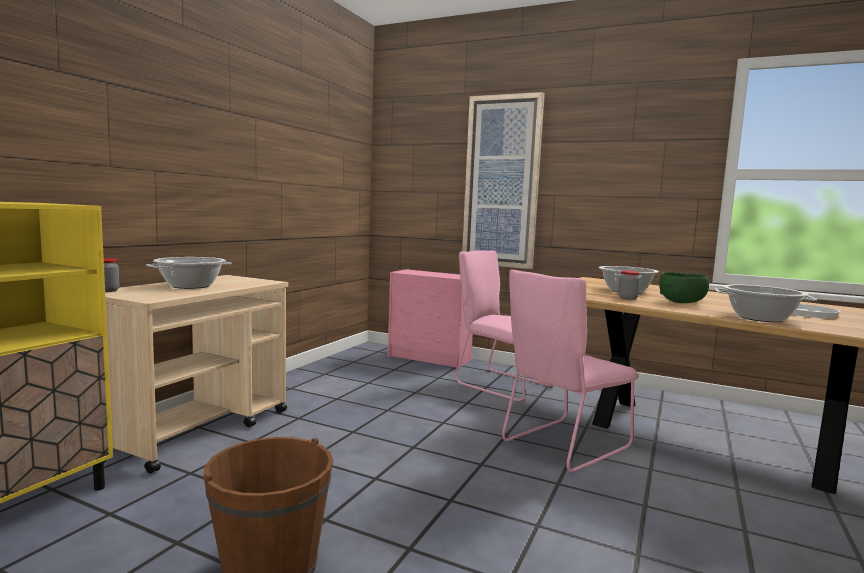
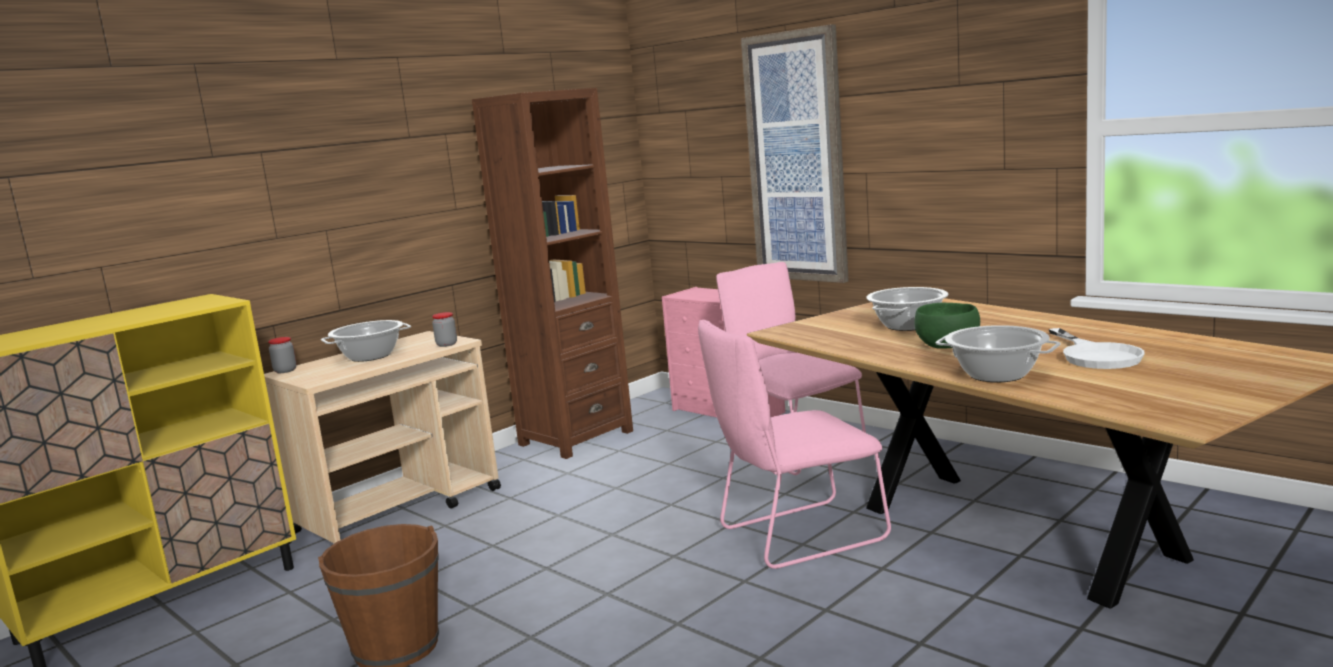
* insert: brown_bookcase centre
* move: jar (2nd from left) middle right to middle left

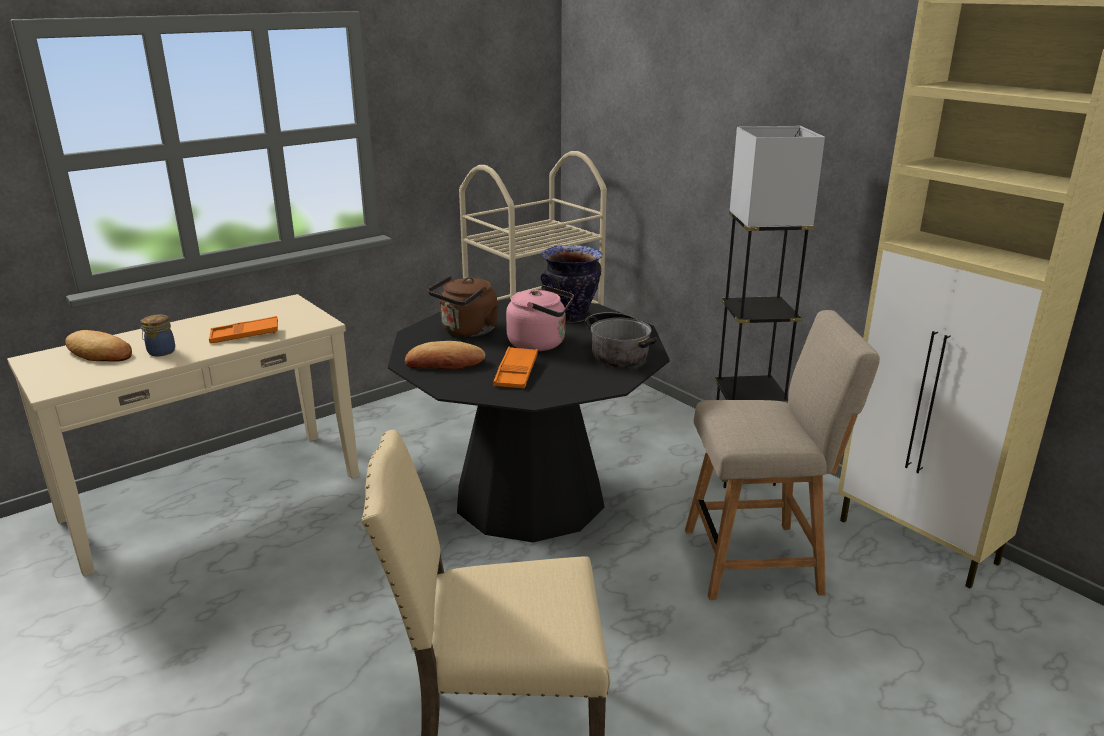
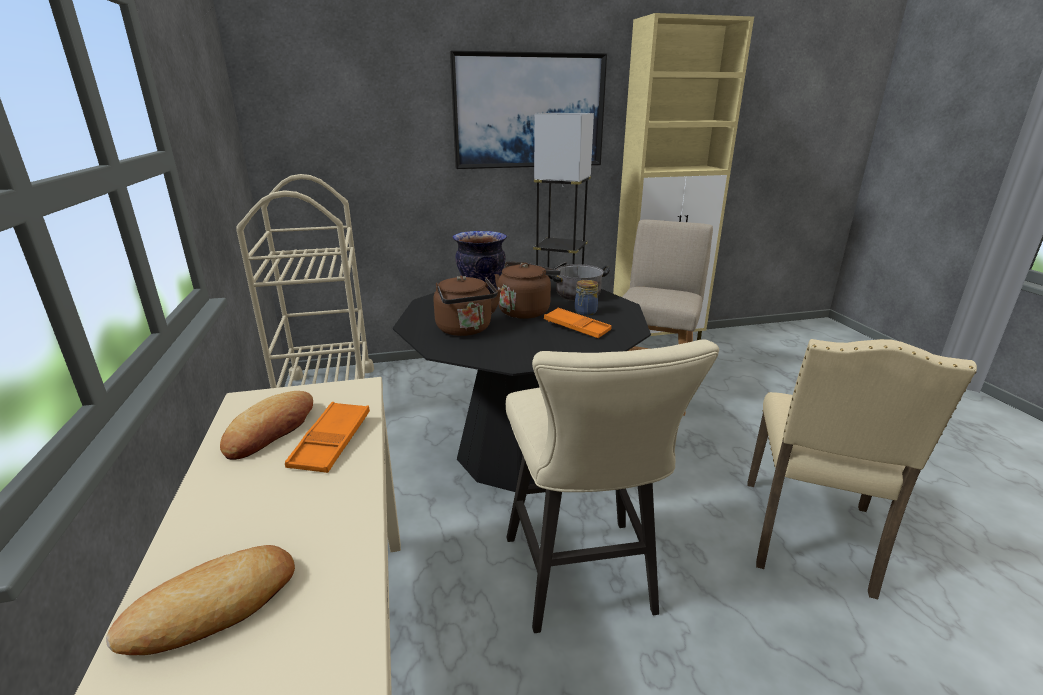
* insert: picture top centre
* insert: beige_stool bottom centre
* move: jar middle left to centre
* move: bread (2nd from left) centre to middle left
* recolor: pink_kettle centre to brown_kettle (2nd from left) centre

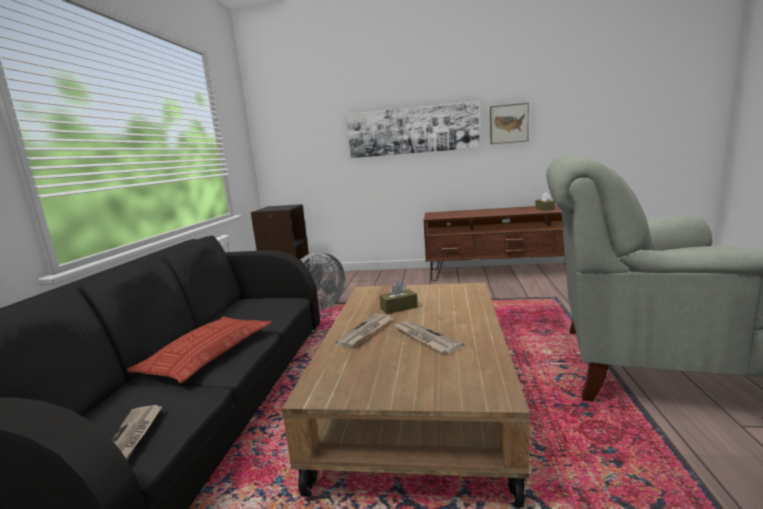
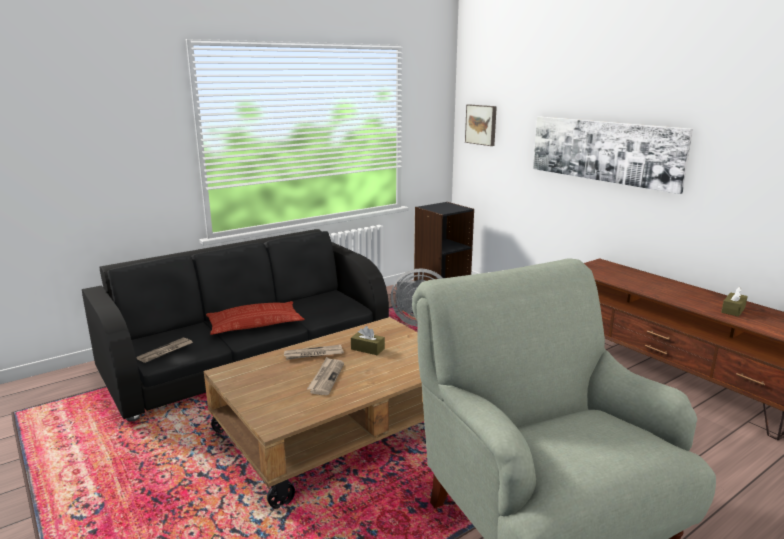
* move: picture (2nd from left in the first image) top right to picture (1st from left) top centre

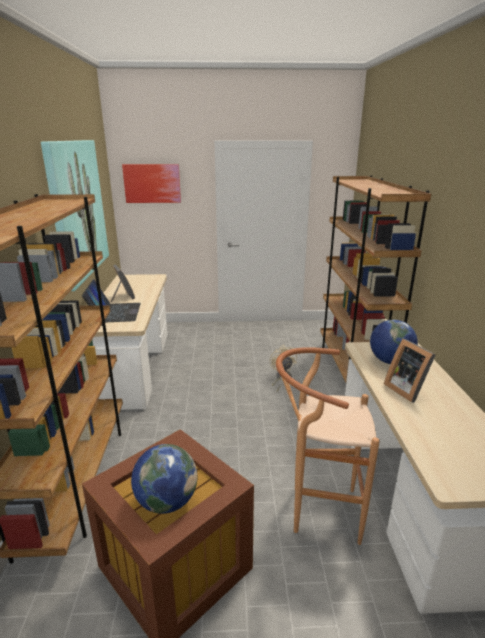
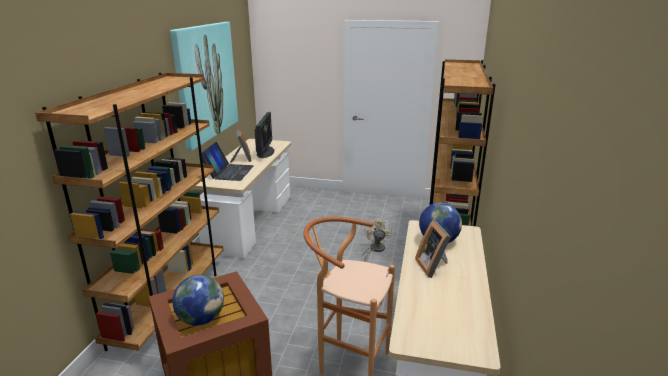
* delete: picture (2nd from left) top left
* insert: monitor centre

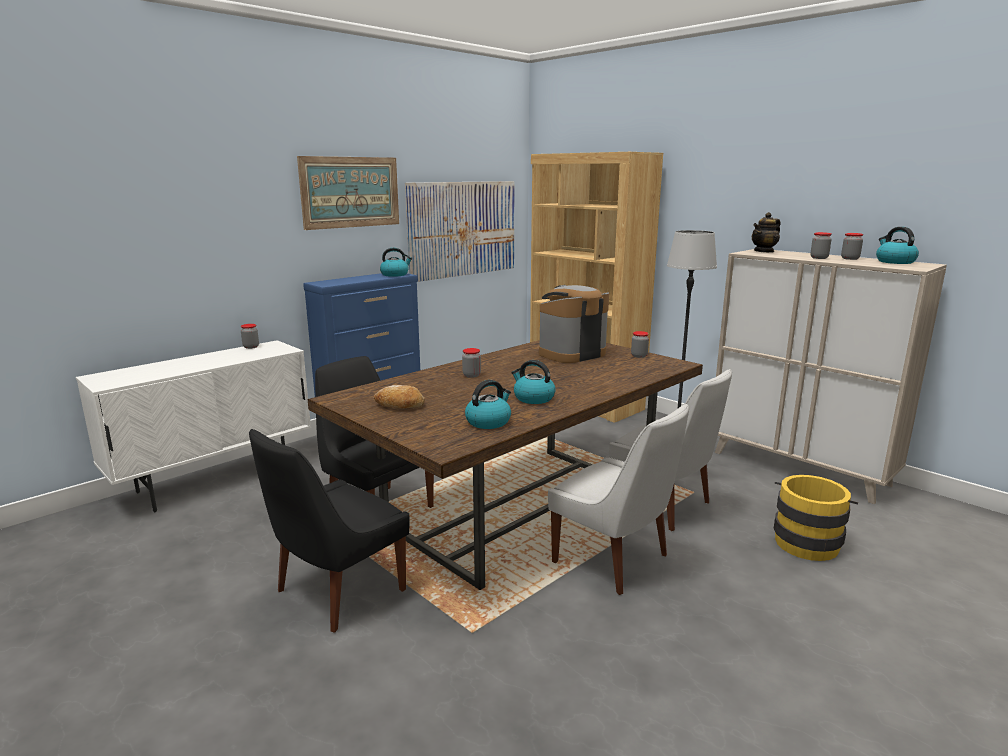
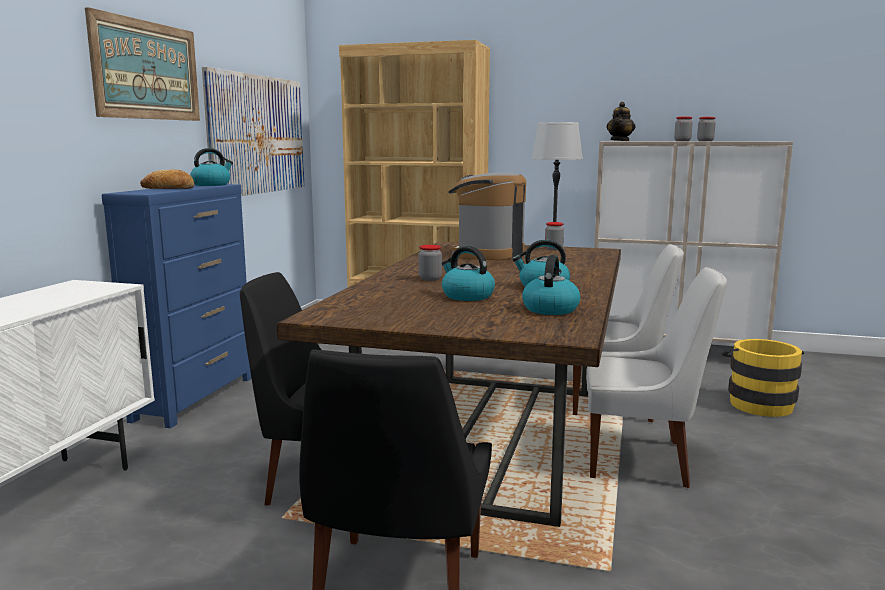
* delete: jar (1st from left) middle left
* move: bread centre to top left
* move: kettle (4th from left in the first image) top right to kettle (2nd from left) centre

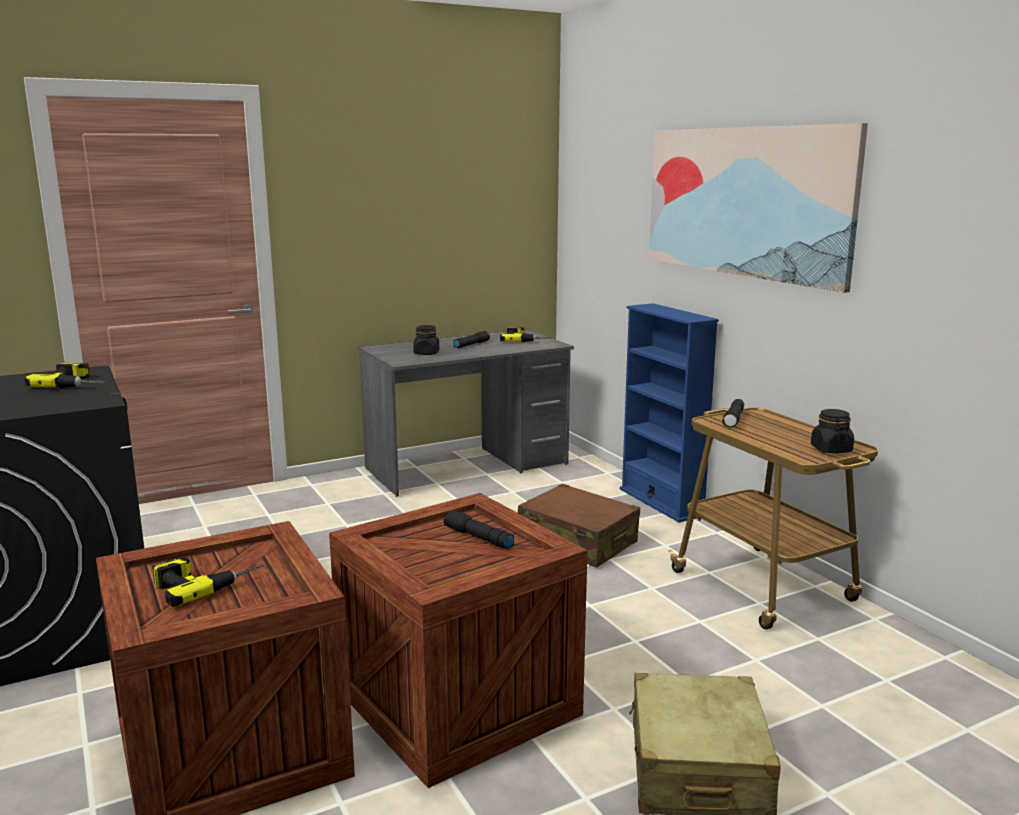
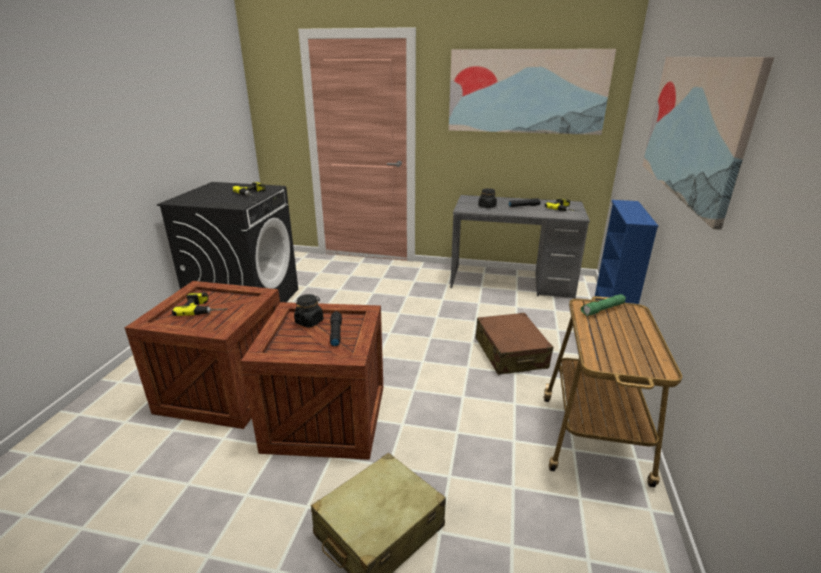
* insert: picture (1st from left) top centre
* move: black_jar (2nd from left in the first image) middle right to black_jar (1st from left) centre
* recolor: black_flashlight (3rd from left) middle right to green_flashlight middle right

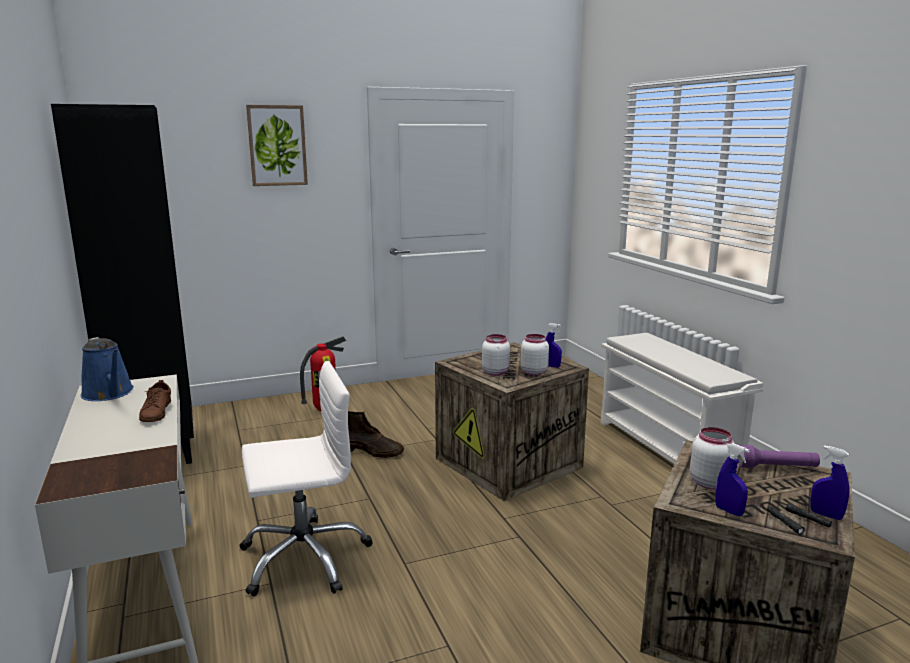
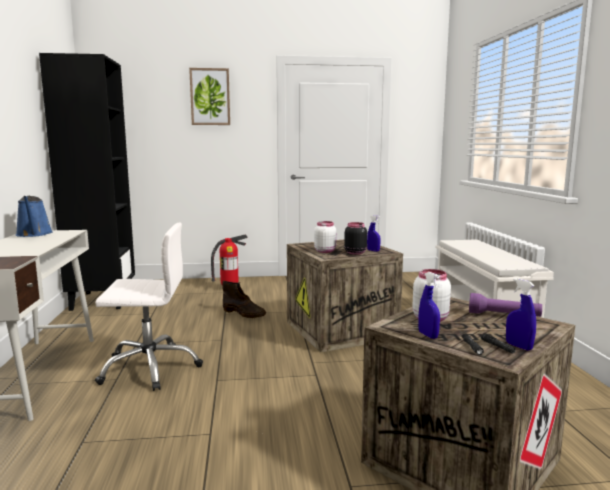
* delete: brown_shoe middle left
* recolor: white_jar (2nd from left) centre to black_jar centre

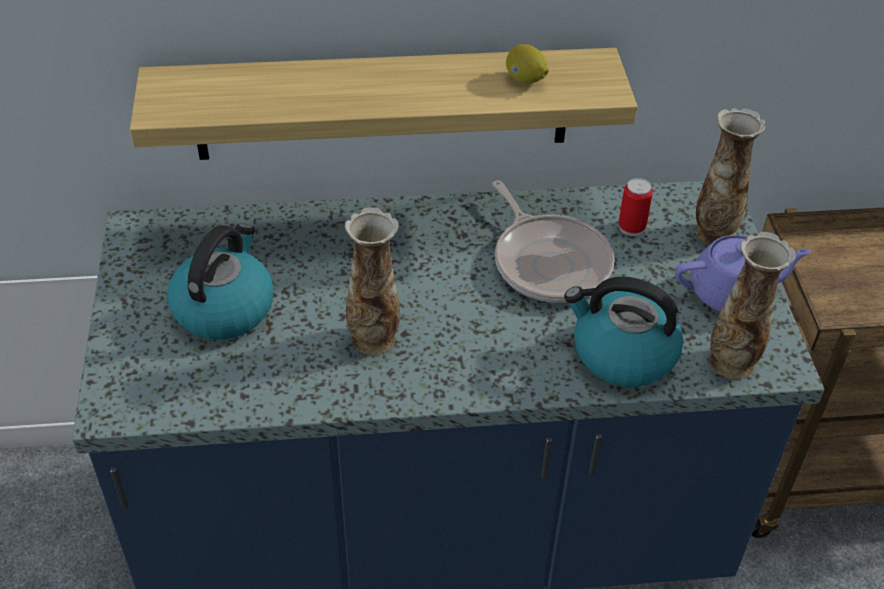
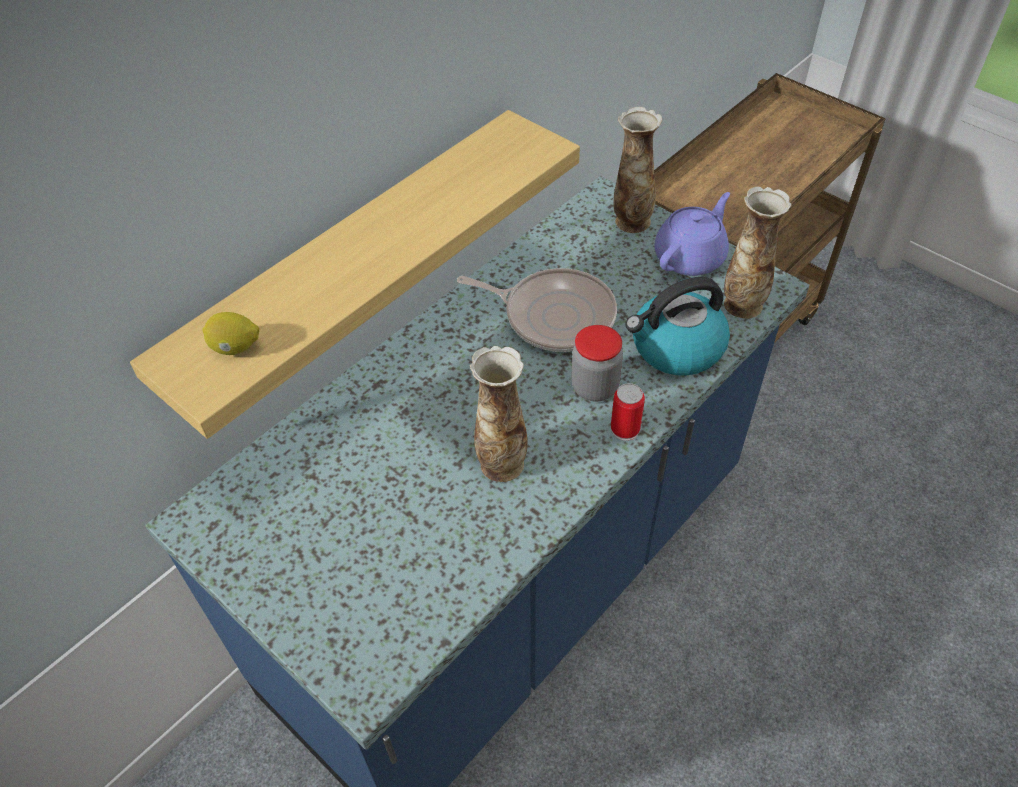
* delete: kettle (1st from left) middle left
* insert: jar centre
* move: lemon top centre to middle left
* move: can middle right to centre

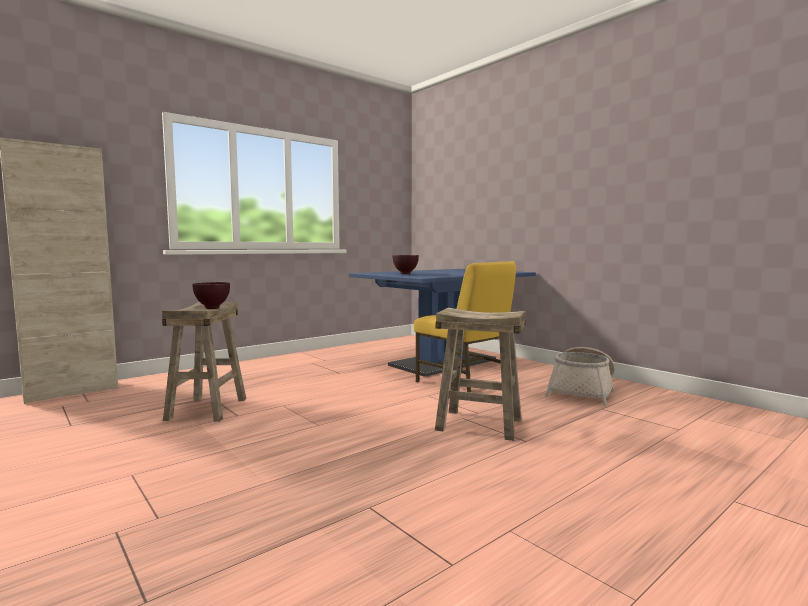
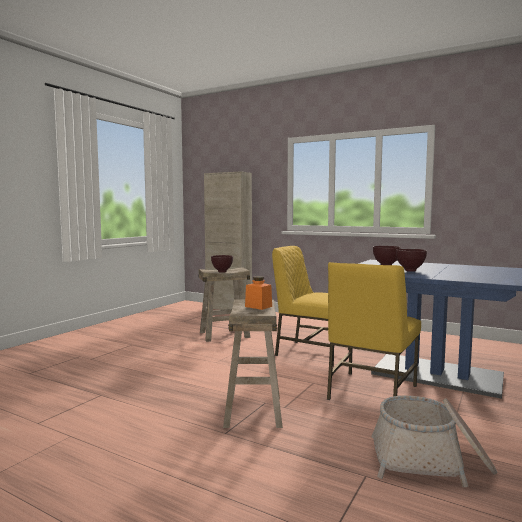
* insert: orange_jar centre
* insert: yellow_chair (1st from left) centre
* insert: brown_bowl (3rd from left) middle right

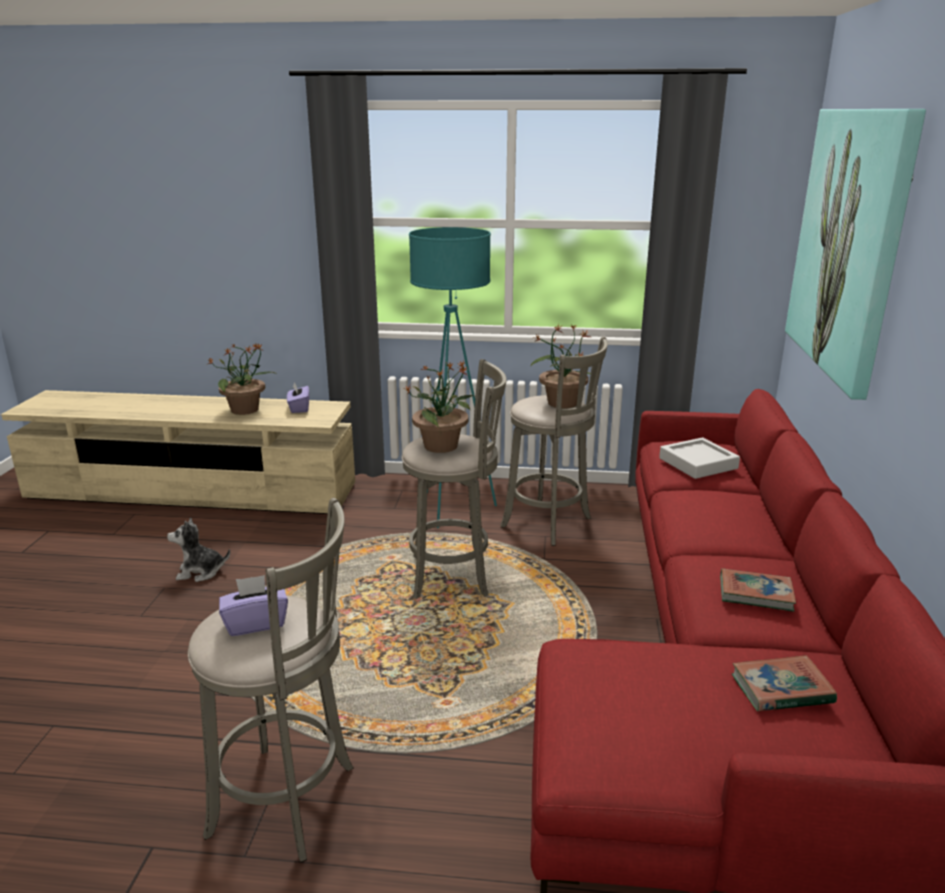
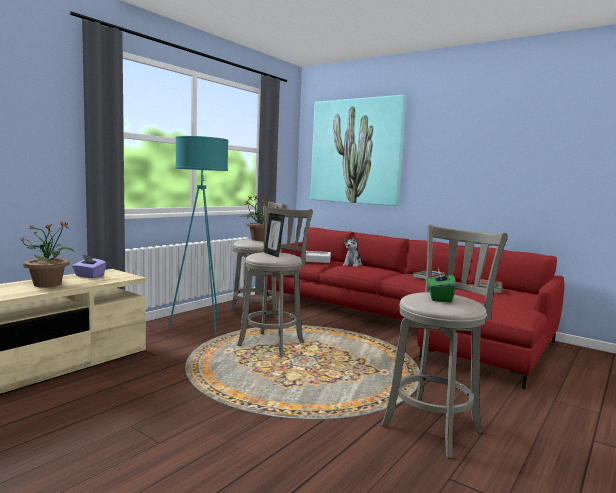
* move: plush_toy middle left to centre
* replace: potted_plant (2nd from left) centre to picture_frame centre
* recolor: purple_tissue_box (1st from left) bottom left to green_tissue_box middle right

